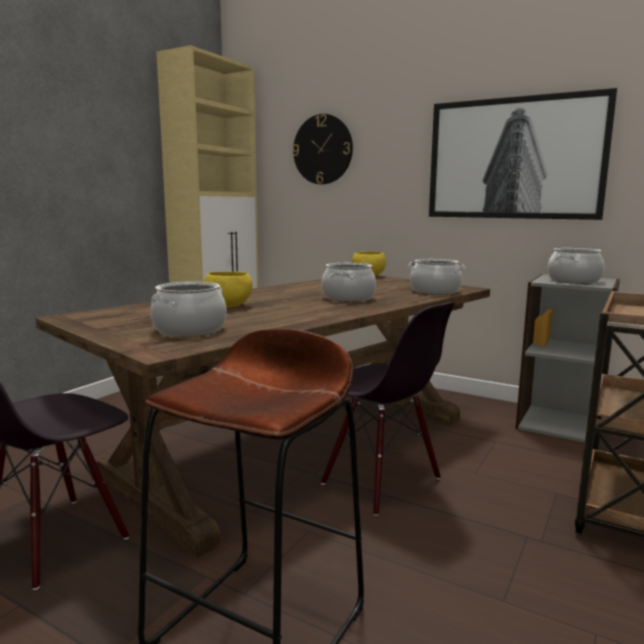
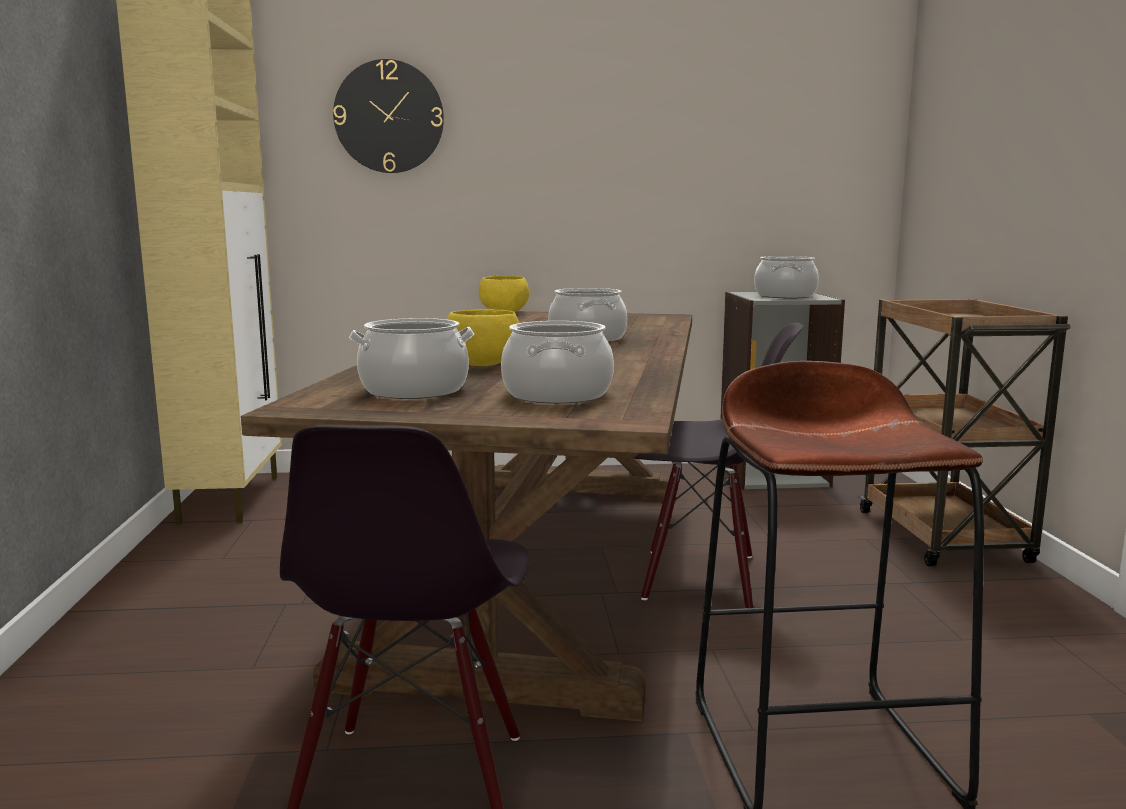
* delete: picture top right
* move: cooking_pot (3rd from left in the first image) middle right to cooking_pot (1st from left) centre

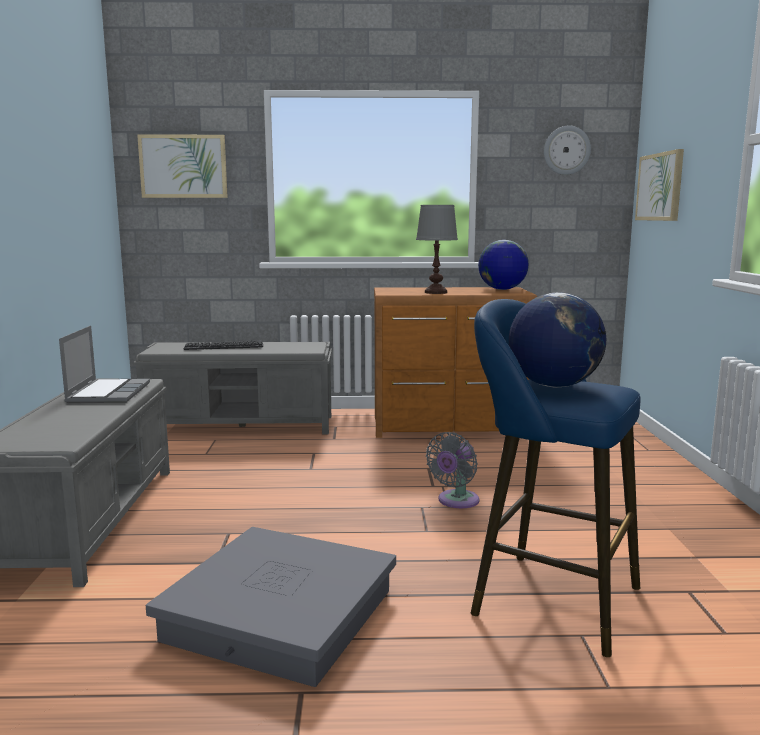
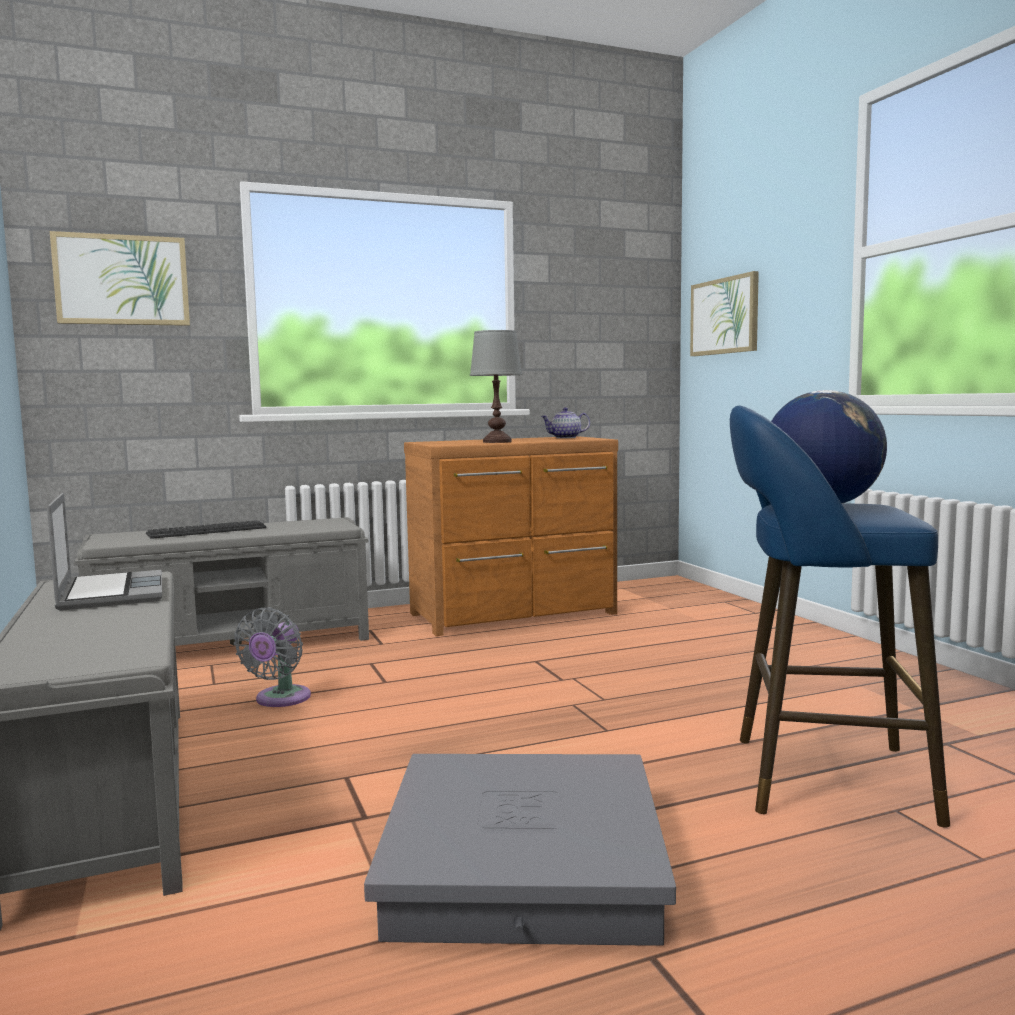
* delete: wall_clock top right
* move: grey_fan centre to middle left
* replace: globe (1st from left) centre to teapot centre

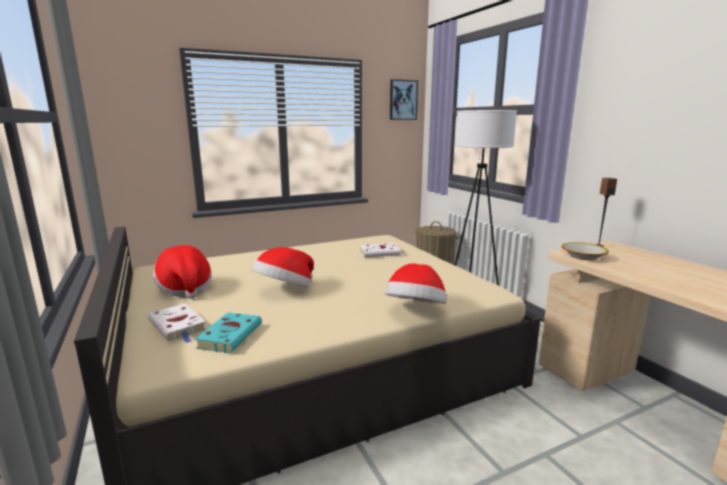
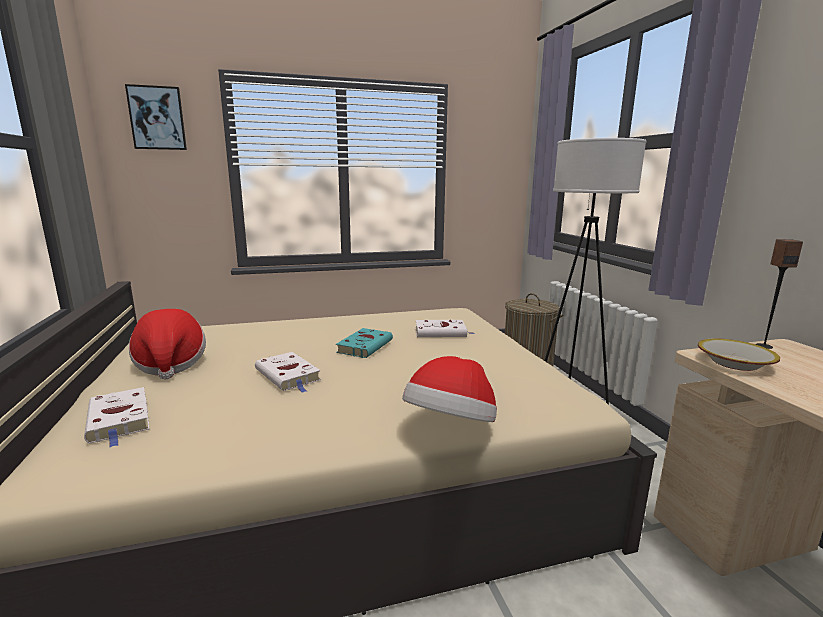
* move: turquoise_book bottom left to centre
* move: picture top centre to top left
* replace: hat (2nd from left) centre to white_book (2nd from left) centre

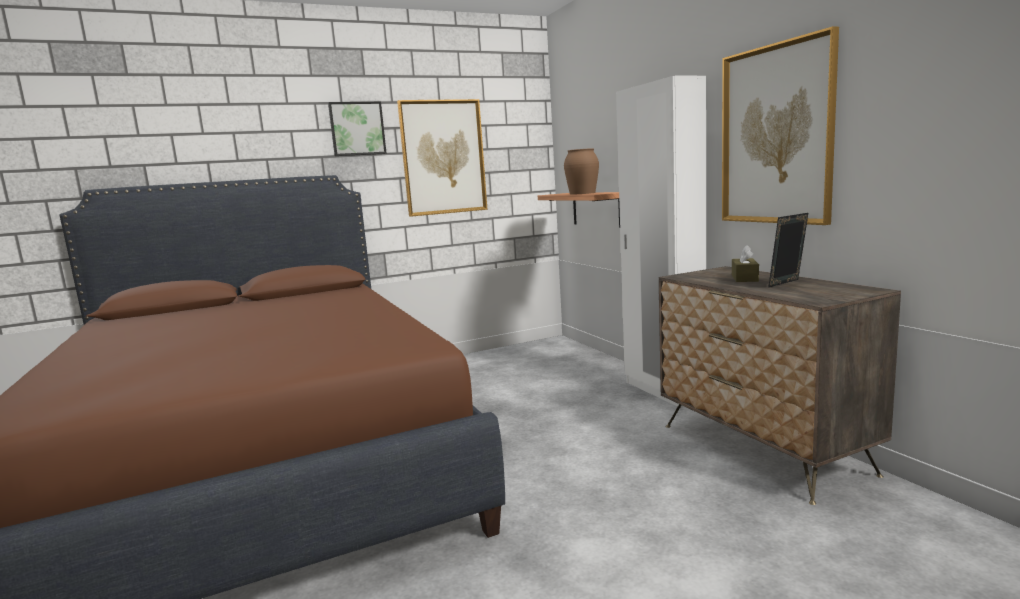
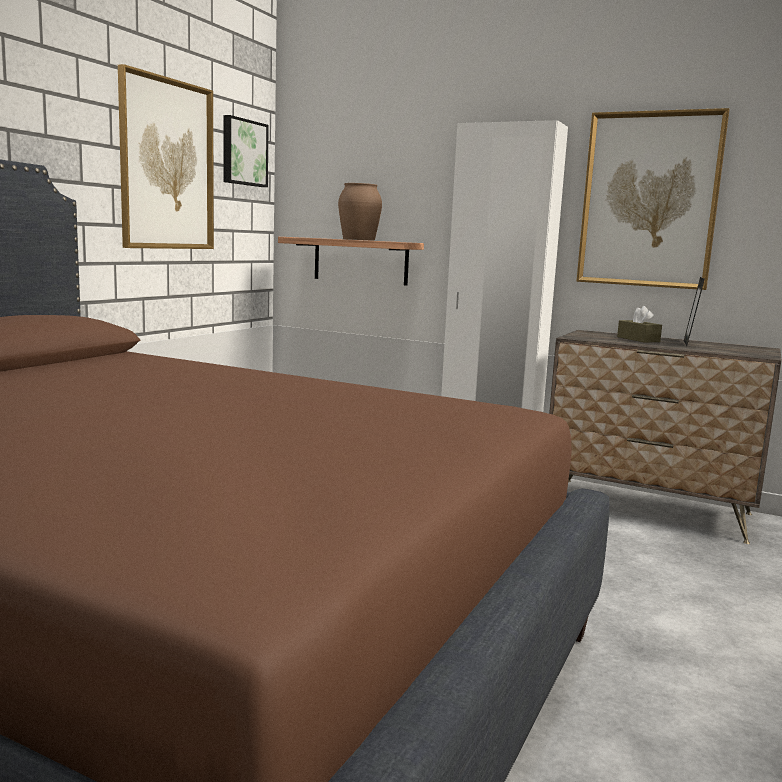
* move: picture (1st from left in the first image) top centre to picture (2nd from left) top left

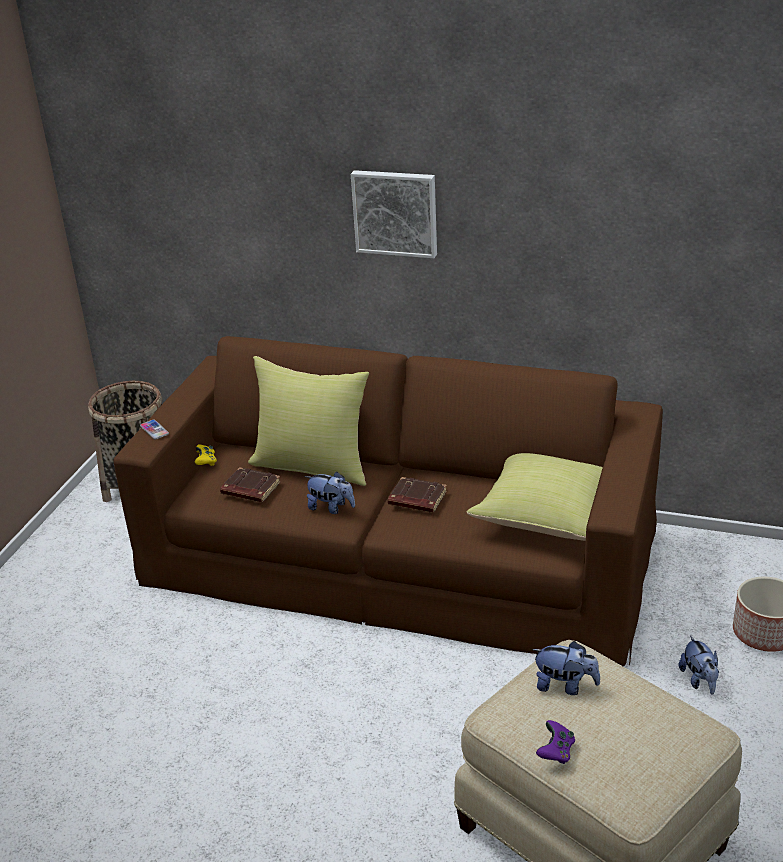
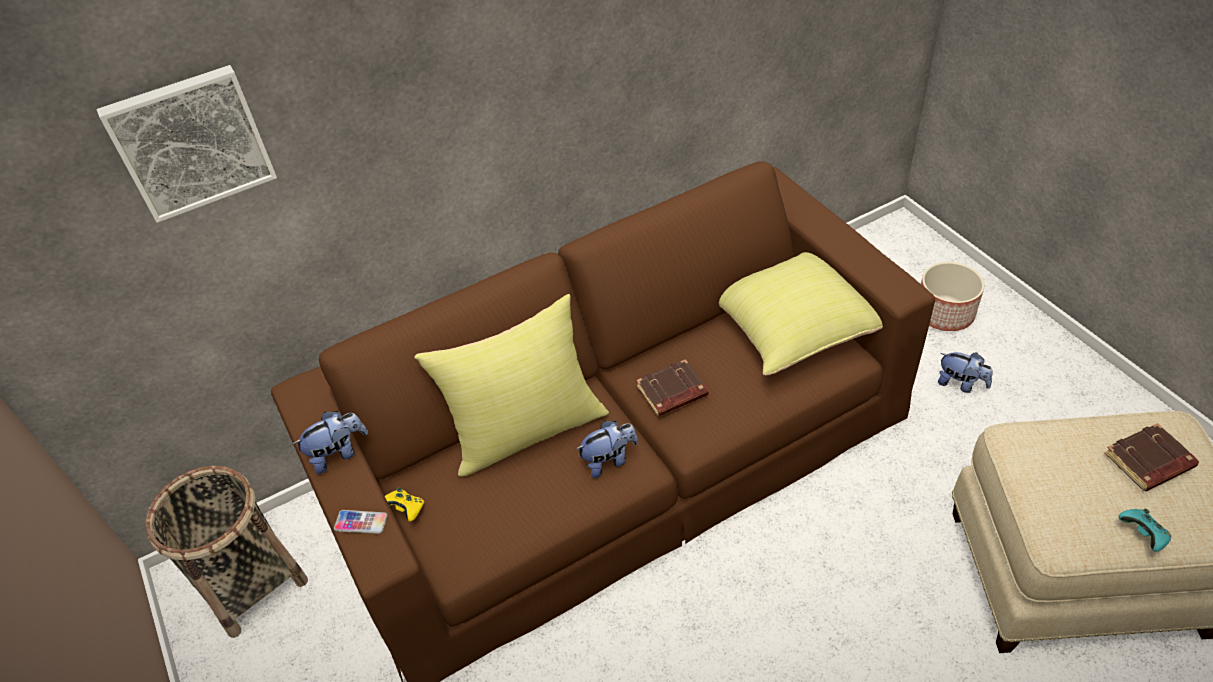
* move: brown_book (1st from left in the first image) middle left to brown_book (2nd from left) bottom right
* move: picture top centre to top left
* move: plush_toy (2nd from left in the first image) bottom right to plush_toy (1st from left) middle left
* recolor: purple_game_controller bottom right to turquoise_game_controller bottom right

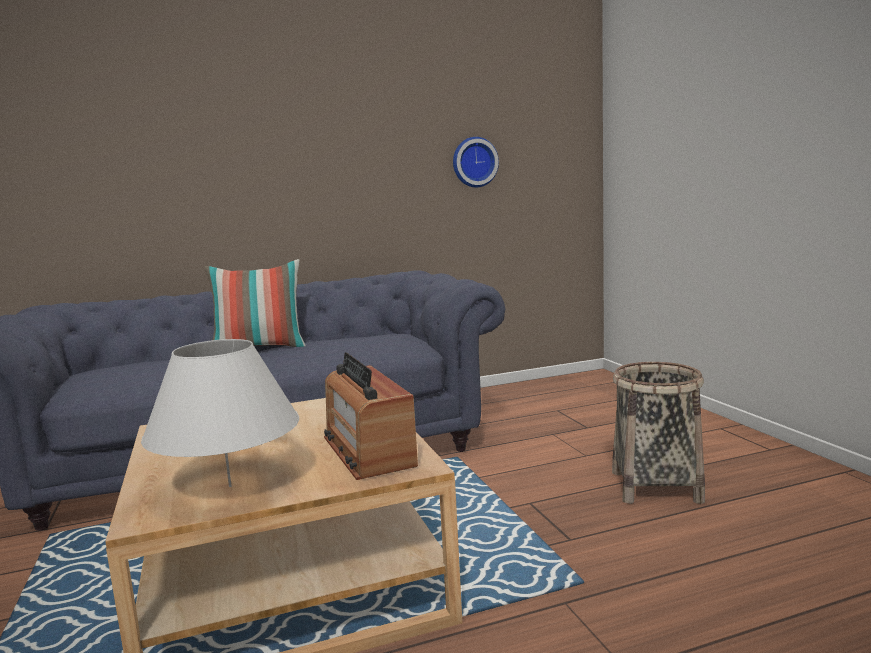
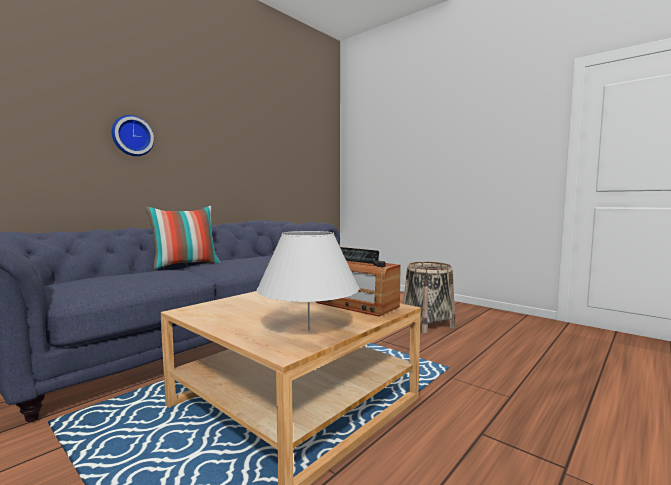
* move: wall_clock top centre to top left

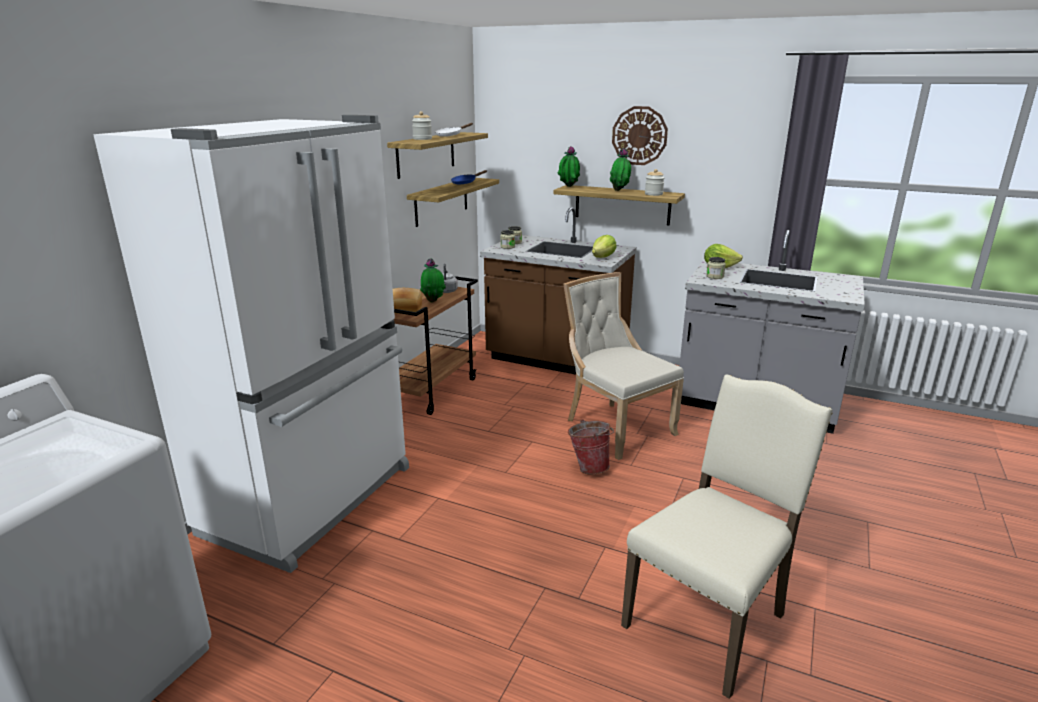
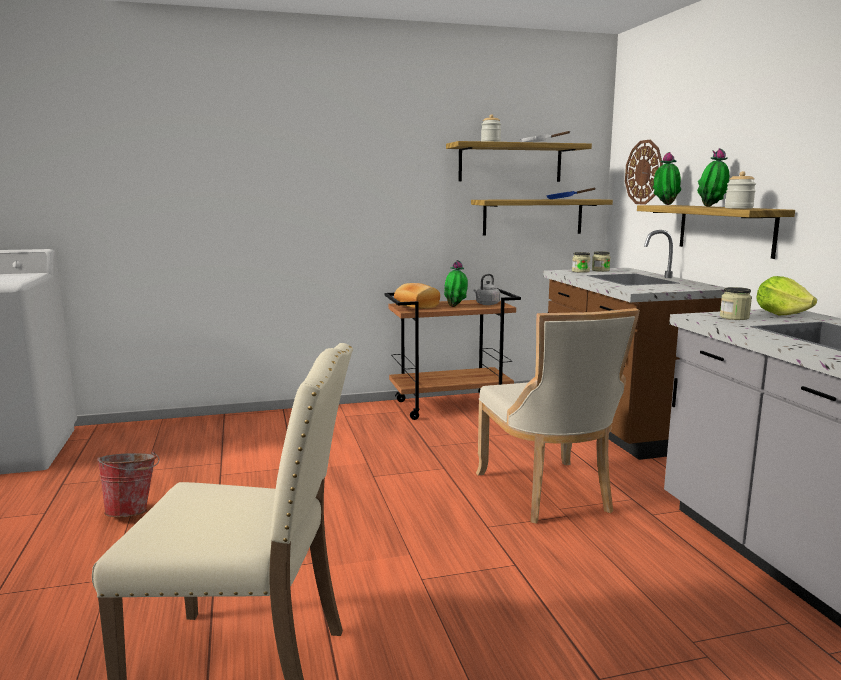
* delete: white_fridge middle left
* delete: lettuce (1st from left) centre
* move: bucket centre to bottom left
* move: wall_clock top centre to top right
* rotate: beige_chair (1st from left in the first image) centre = centre 150 degrees clockwise

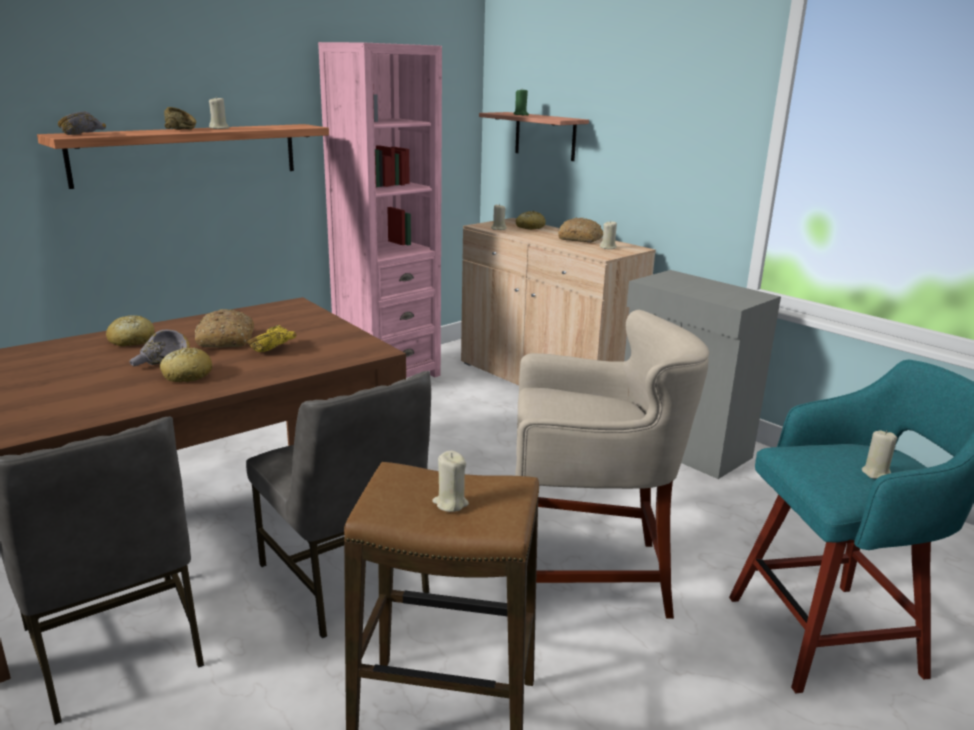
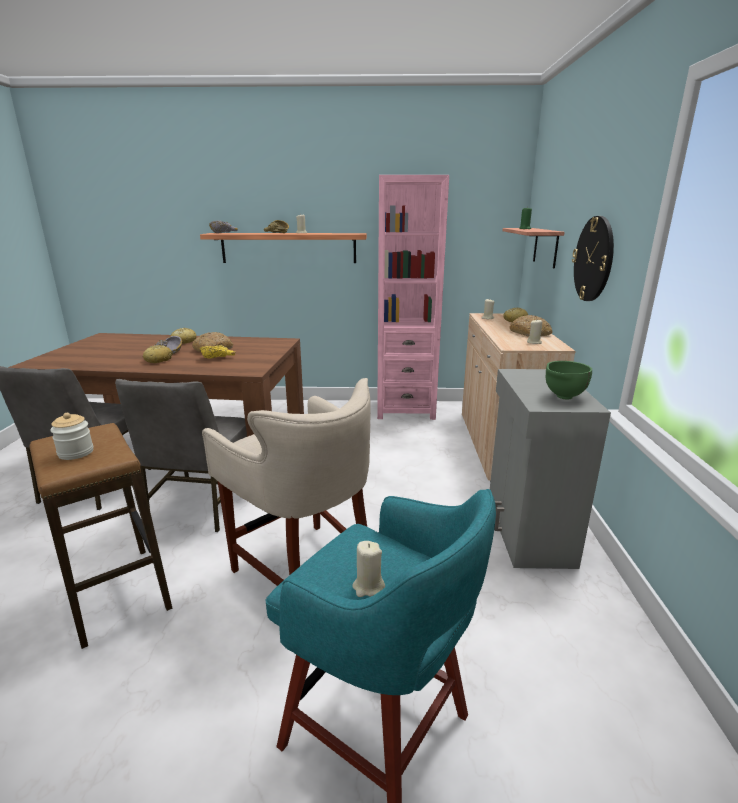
* insert: green_bowl middle right
* insert: wall_clock top right
* replace: beige_candle (2nd from left) centre to jar middle left

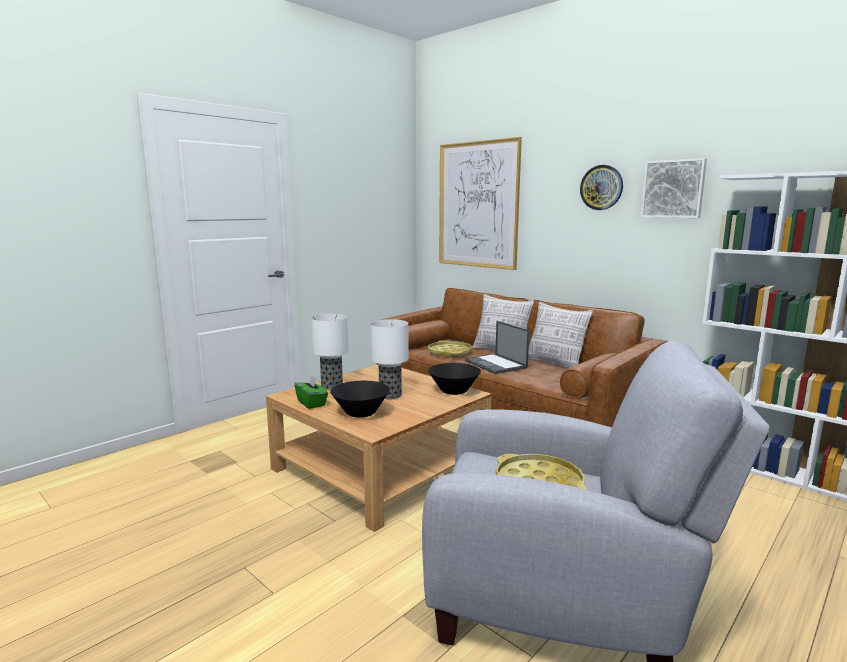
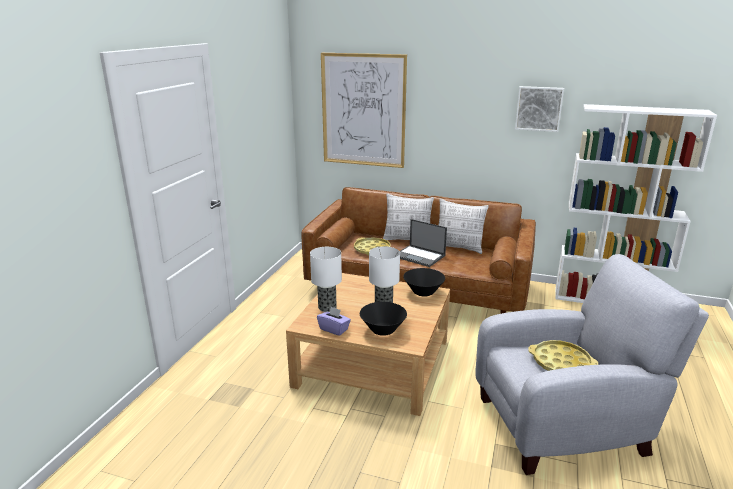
* delete: wall_clock top right
* recolor: green_tissue_box centre to purple_tissue_box centre

